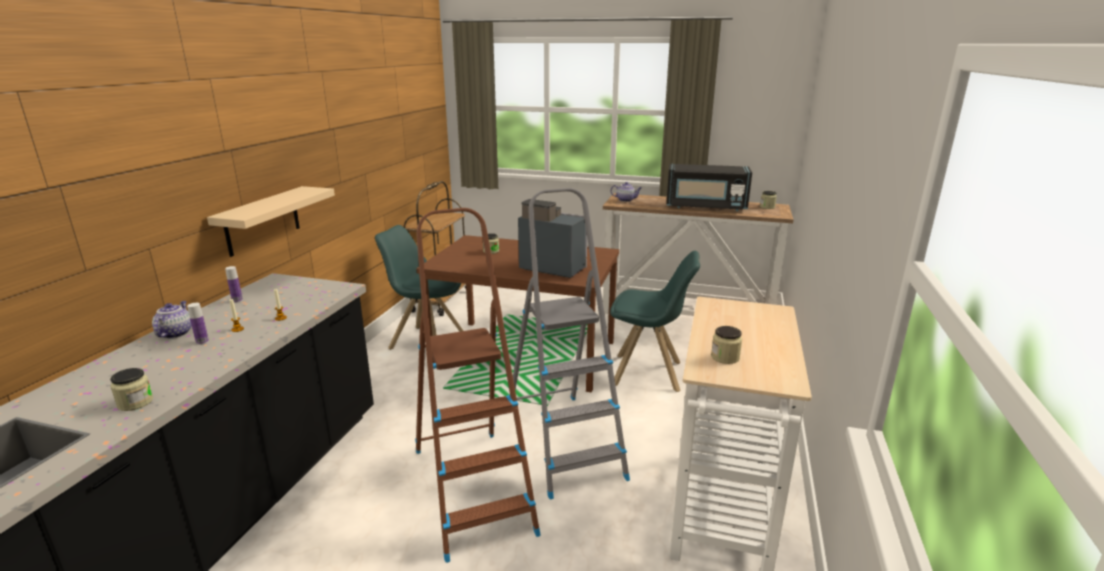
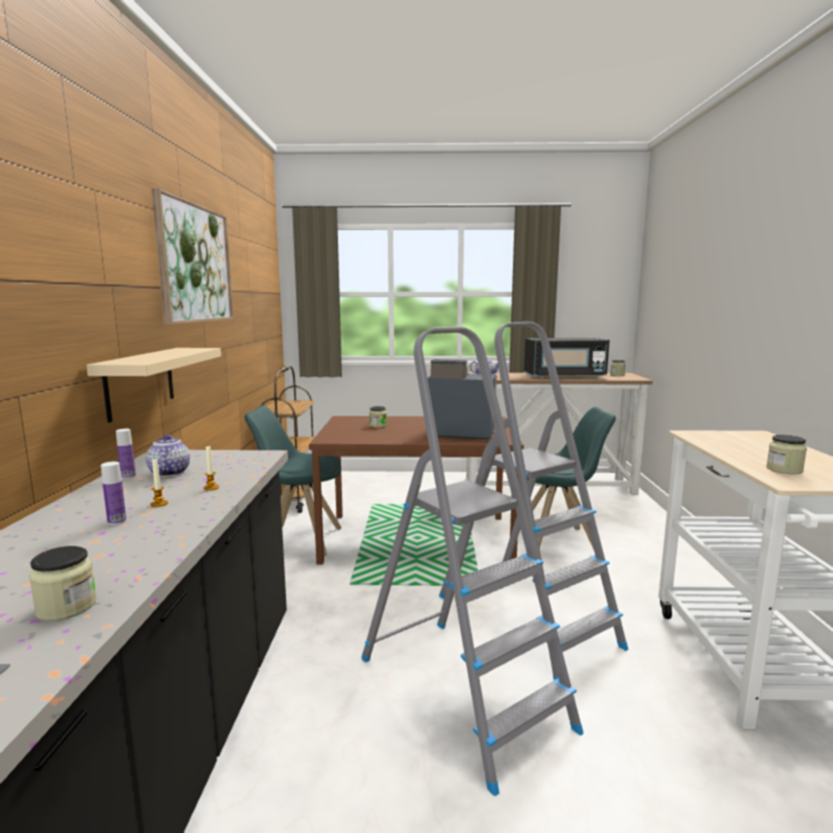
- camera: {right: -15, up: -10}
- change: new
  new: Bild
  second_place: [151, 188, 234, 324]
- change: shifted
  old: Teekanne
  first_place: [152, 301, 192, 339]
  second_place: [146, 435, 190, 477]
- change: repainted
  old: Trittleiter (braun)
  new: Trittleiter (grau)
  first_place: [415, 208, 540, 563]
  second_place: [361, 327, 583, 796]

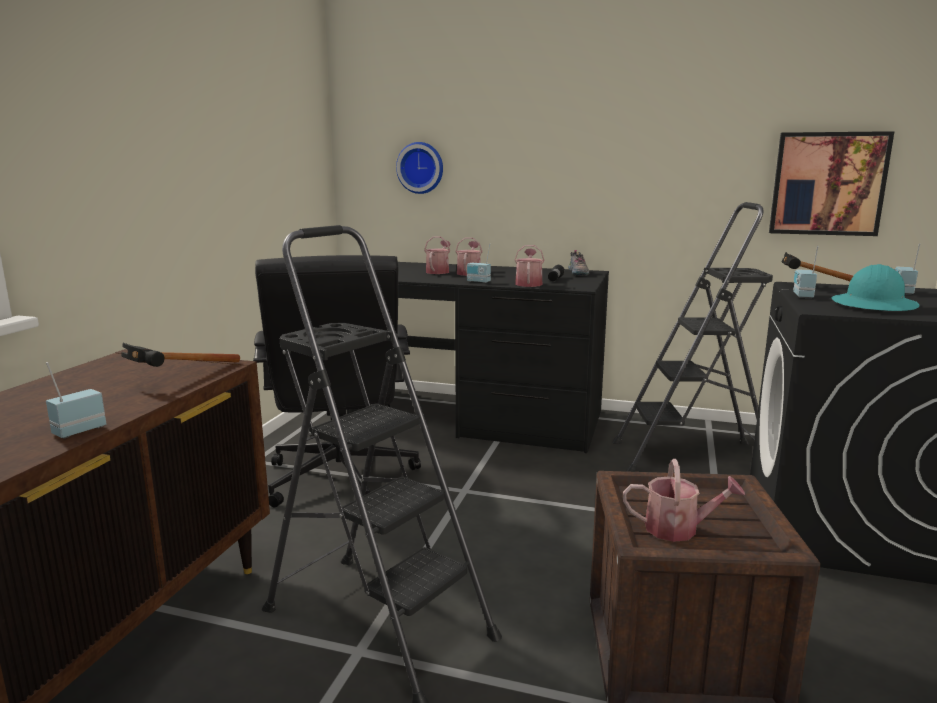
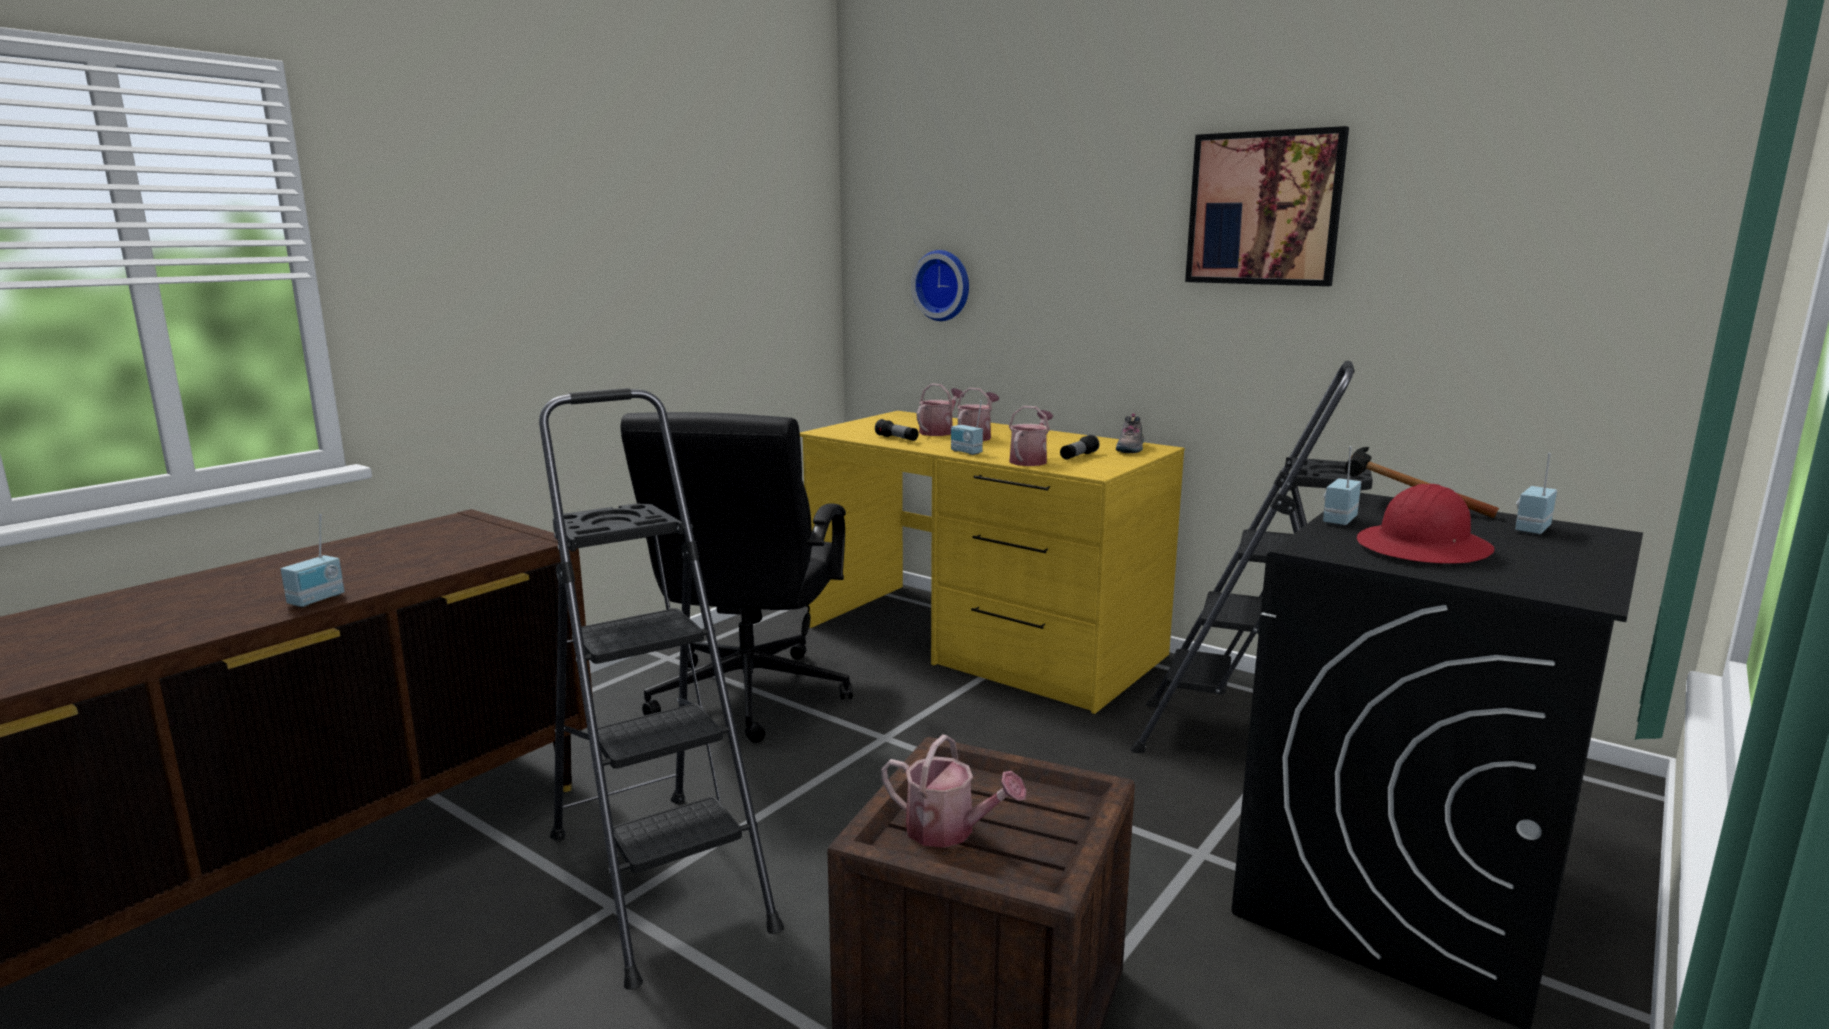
- camera: {right: 20, up: 0}
- change: gone
  old: Hammer
  first_place: [121, 343, 240, 367]
- change: new
  new: Taschenlampe
  second_place: [875, 419, 919, 441]
- change: shifted
  old: Bild
  first_place: [769, 131, 894, 236]
  second_place: [1185, 126, 1349, 286]
- change: repainted
  old: Schreibtisch (schwarz)
  new: Schreibtisch (gelb)
  first_place: [347, 262, 609, 453]
  second_place: [800, 411, 1185, 714]
- change: repainted
  old: Schutzhelm (türkis)
  new: Schutzhelm (rot)
  first_place: [831, 264, 919, 311]
  second_place: [1356, 484, 1495, 564]
- change: rotated
  old: Radio
  first_place: [46, 362, 106, 438]
  second_place: [281, 514, 345, 607]
  degrees: 150

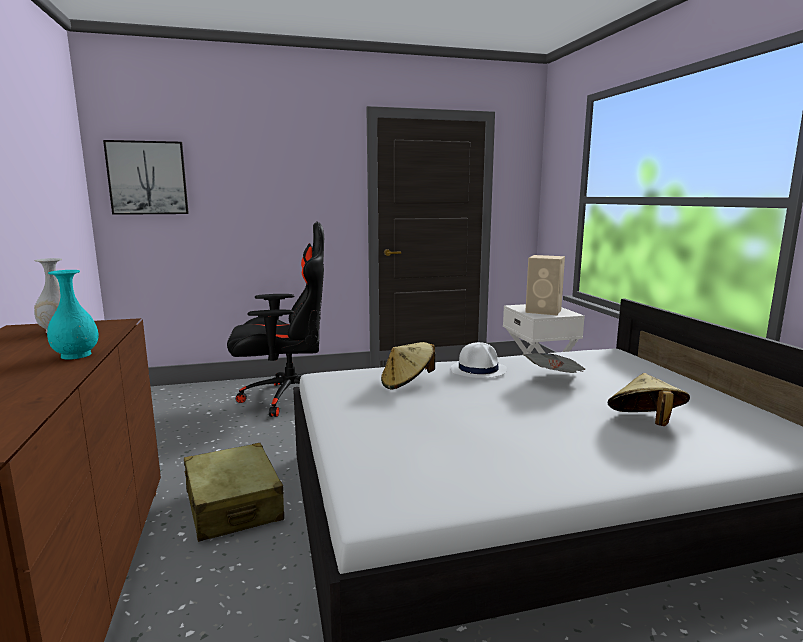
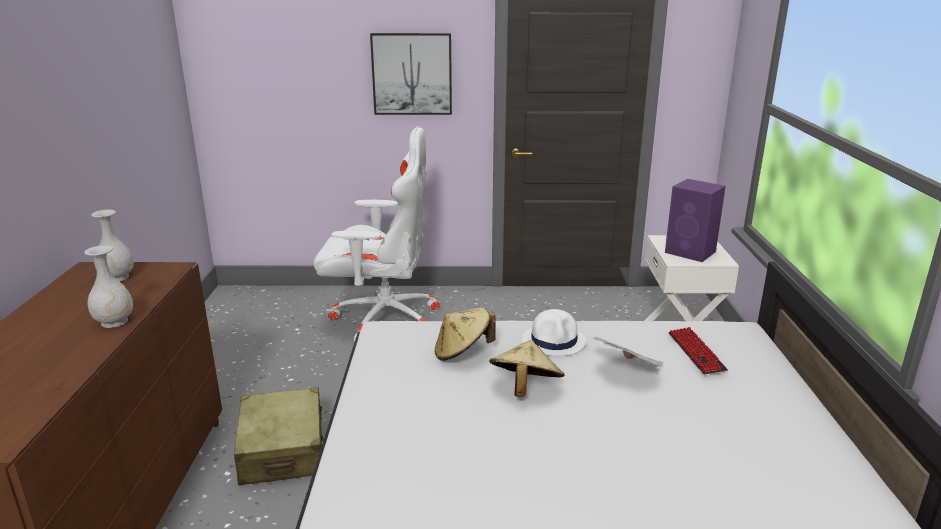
- camera: {right: 15, up: 10}
- change: new
  new: Tastatur
  second_place: [668, 327, 728, 374]
- change: shifted
  old: Bild
  first_place: [103, 140, 189, 215]
  second_place: [370, 33, 452, 115]
- change: shifted
  old: Hut (beige)
  first_place: [608, 373, 690, 426]
  second_place: [489, 340, 565, 397]
- change: repainted
  old: Vase (türkis)
  new: Vase (weiß)
  first_place: [47, 270, 99, 359]
  second_place: [84, 245, 133, 328]
- change: repainted
  old: Bürostuhl (schwarz)
  new: Bürostuhl (weiß)
  first_place: [227, 221, 324, 417]
  second_place: [314, 126, 440, 342]
- change: repainted
  old: Lautsprecher (beige)
  new: Lautsprecher (lila)
  first_place: [525, 255, 565, 315]
  second_place: [665, 179, 726, 262]

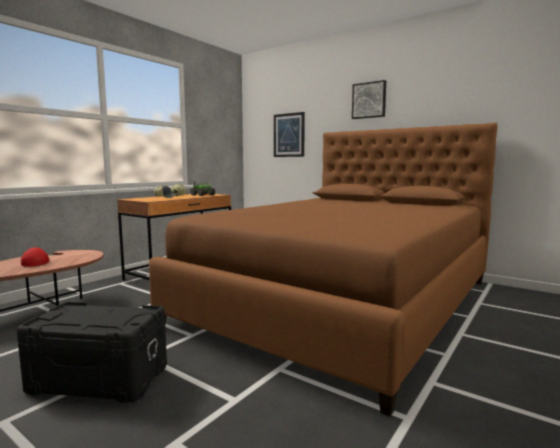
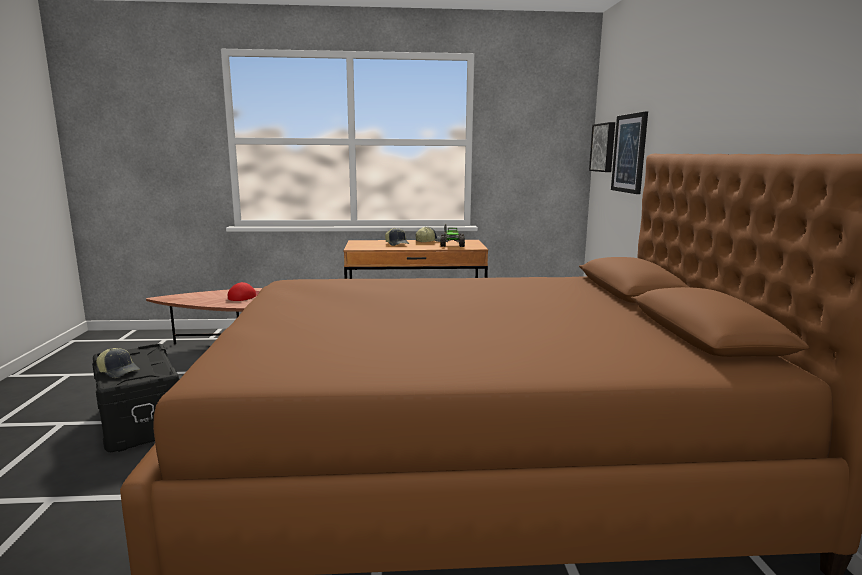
- camera: {right: 50, up: 5}
- change: new
  new: Kappe
  second_place: [96, 348, 140, 378]
- change: shifted
  old: Bild
  first_place: [352, 80, 386, 119]
  second_place: [589, 122, 615, 172]

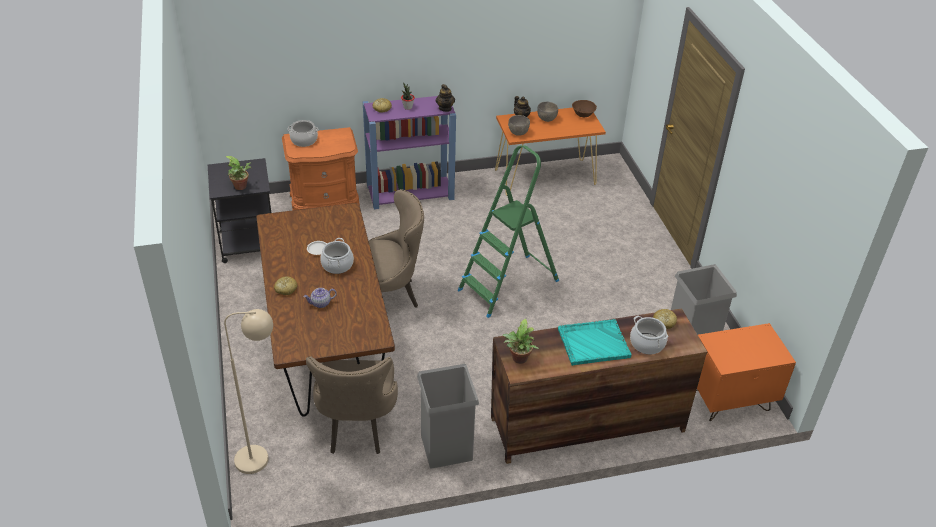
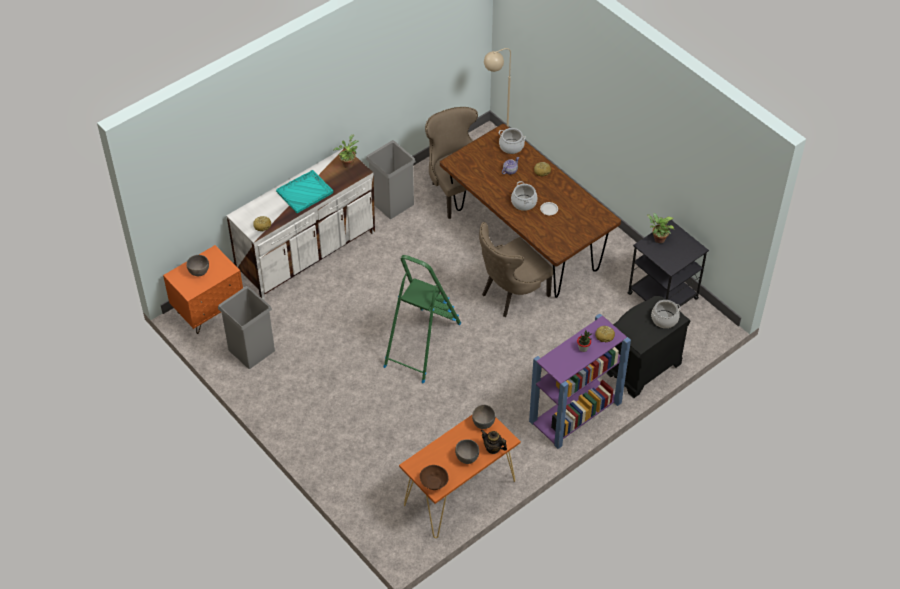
- camera: {right: 155, up: 10}
- change: gone
  old: Teekanne
  first_place: [436, 84, 455, 112]
- change: new
  new: Schüssel (grau)
  second_place: [186, 255, 209, 276]
- change: shifted
  old: Kochtopf
  first_place: [630, 316, 668, 354]
  second_place: [499, 128, 526, 154]
- change: repainted
  old: Nachttisch (orange)
  new: Nachttisch (schwarz)
  first_place: [282, 127, 360, 210]
  second_place: [607, 296, 691, 398]
- change: repainted
  old: Schrank (braun)
  new: Schrank (weiß)
  first_place: [491, 308, 707, 464]
  second_place: [226, 148, 375, 300]

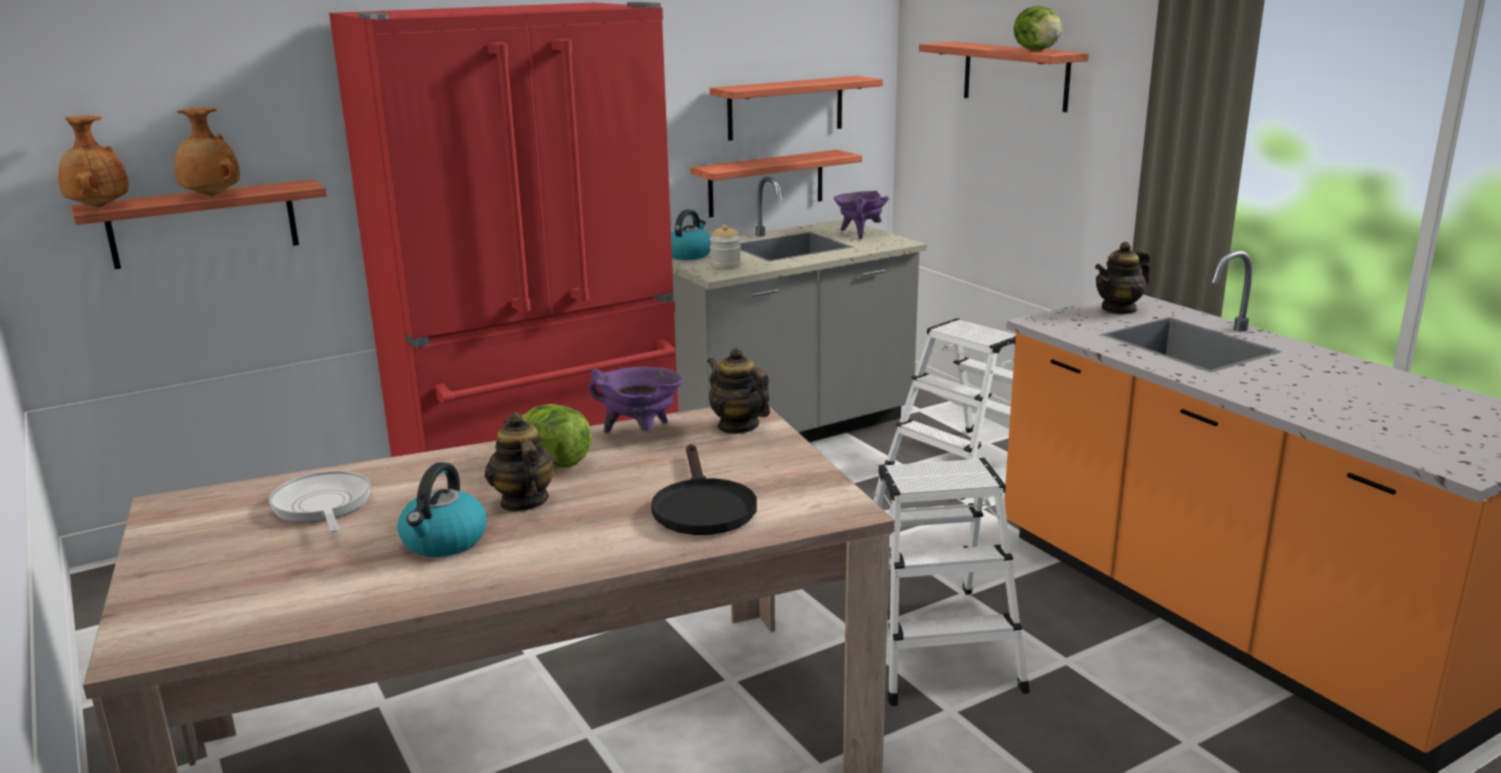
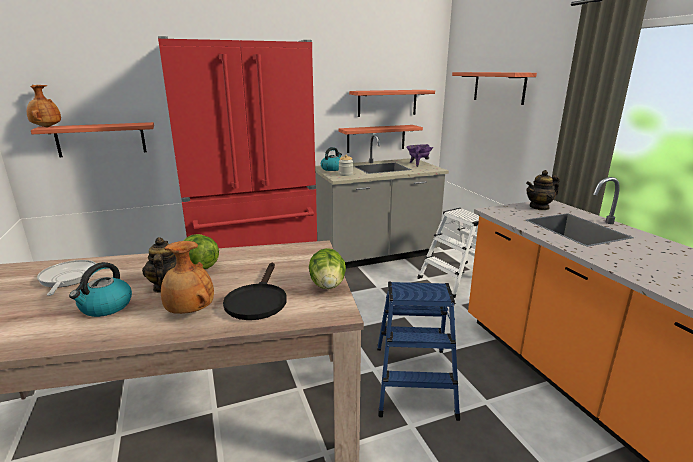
- camera: {right: 10, up: 0}
- change: gone
  old: Kochtopf (lila)
  first_place: [589, 366, 684, 433]
- change: gone
  old: Teekanne
  first_place: [707, 347, 770, 434]
- change: shifted
  old: Vase (braun)
  first_place: [174, 108, 240, 196]
  second_place: [161, 241, 214, 314]
- change: shifted
  old: Salatkopf
  first_place: [1014, 6, 1062, 50]
  second_place: [309, 248, 346, 289]
- change: repainted
  old: Trittleiter (weiß)
  new: Trittleiter (blau)
  first_place: [873, 458, 1030, 706]
  second_place: [377, 282, 460, 421]

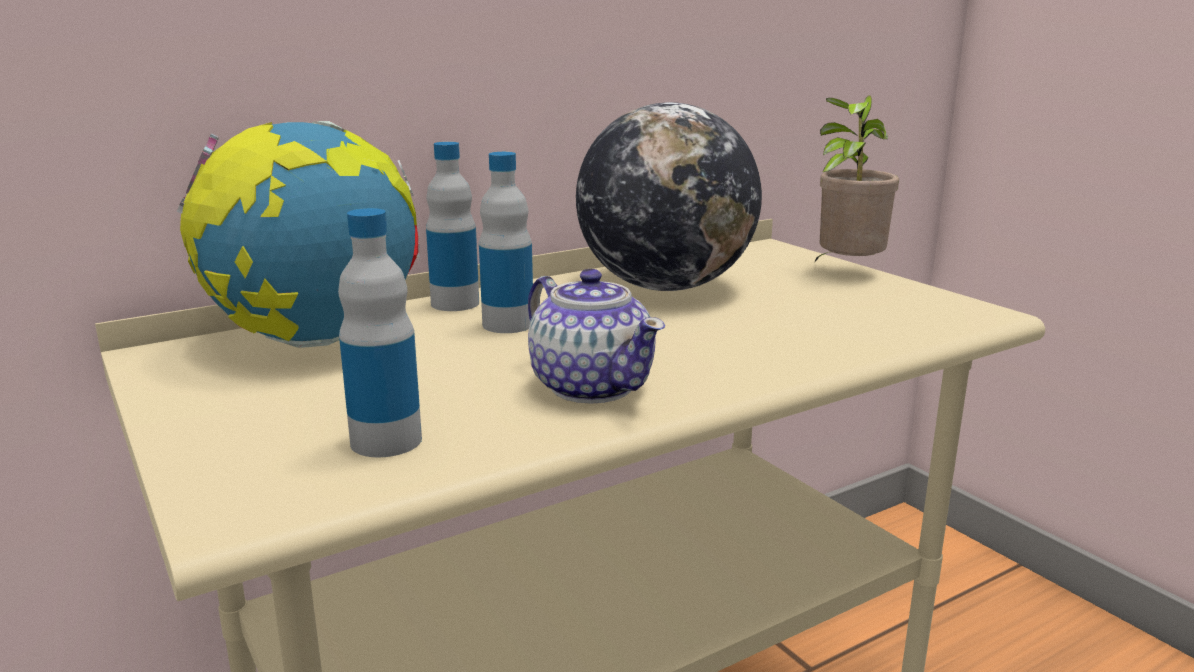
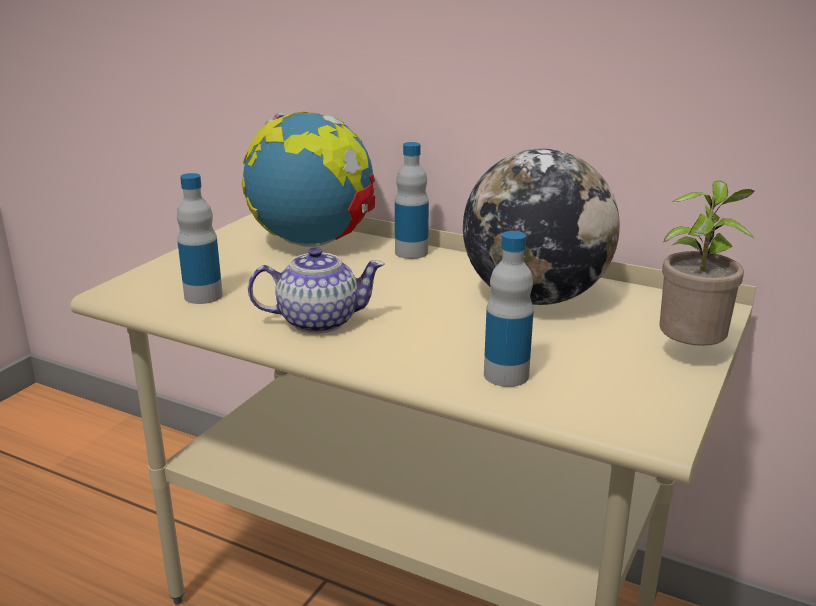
- camera: {right: 60, up: 5}
- change: shifted
  old: Flasche
  first_place: [479, 152, 533, 333]
  second_place: [484, 231, 534, 387]
- change: rotated
  old: Teekanne
  first_place: [528, 269, 665, 404]
  second_place: [248, 247, 385, 334]
  degrees: -120

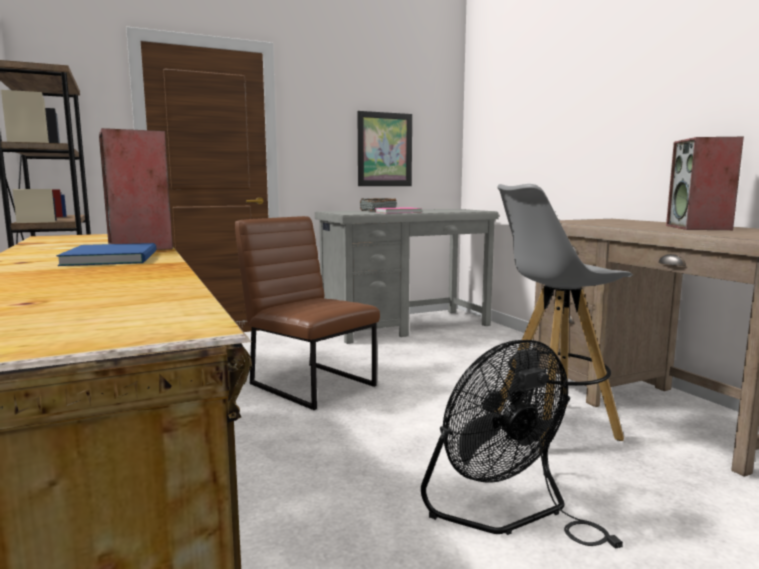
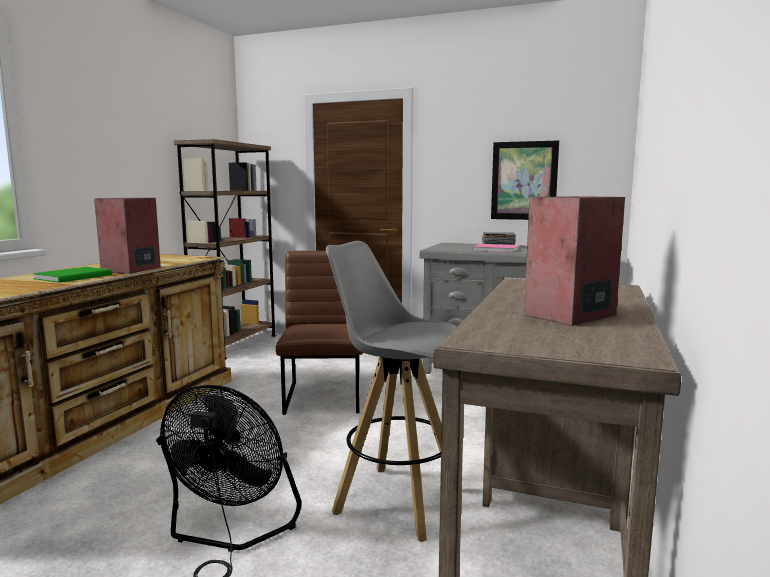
- camera: {right: 45, up: 0}
- change: repainted
  old: Buch (blau)
  new: Buch (grün)
  first_place: [57, 243, 157, 266]
  second_place: [33, 267, 112, 283]

